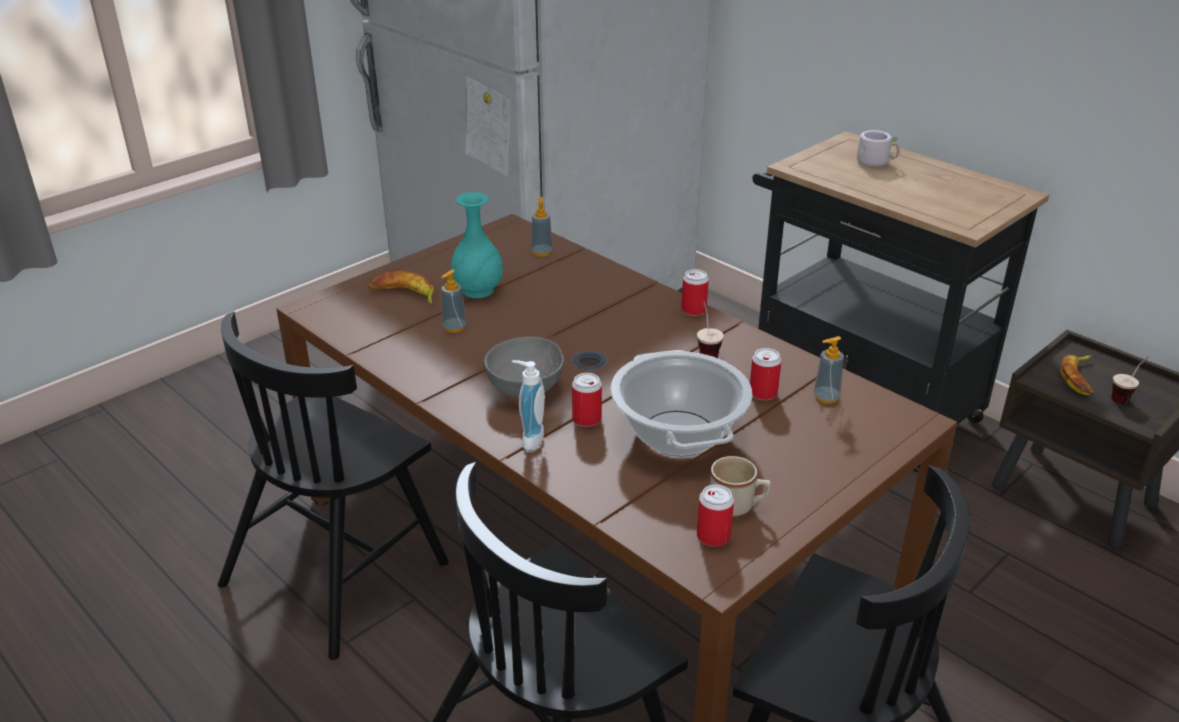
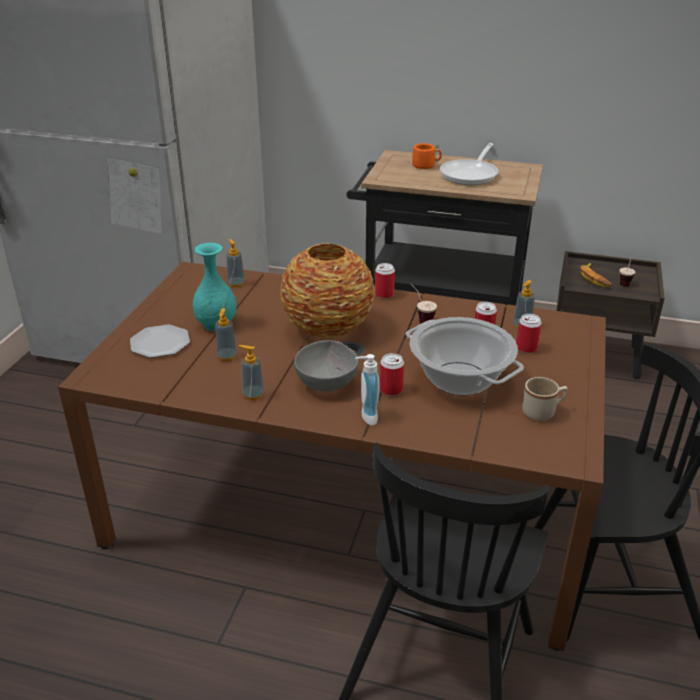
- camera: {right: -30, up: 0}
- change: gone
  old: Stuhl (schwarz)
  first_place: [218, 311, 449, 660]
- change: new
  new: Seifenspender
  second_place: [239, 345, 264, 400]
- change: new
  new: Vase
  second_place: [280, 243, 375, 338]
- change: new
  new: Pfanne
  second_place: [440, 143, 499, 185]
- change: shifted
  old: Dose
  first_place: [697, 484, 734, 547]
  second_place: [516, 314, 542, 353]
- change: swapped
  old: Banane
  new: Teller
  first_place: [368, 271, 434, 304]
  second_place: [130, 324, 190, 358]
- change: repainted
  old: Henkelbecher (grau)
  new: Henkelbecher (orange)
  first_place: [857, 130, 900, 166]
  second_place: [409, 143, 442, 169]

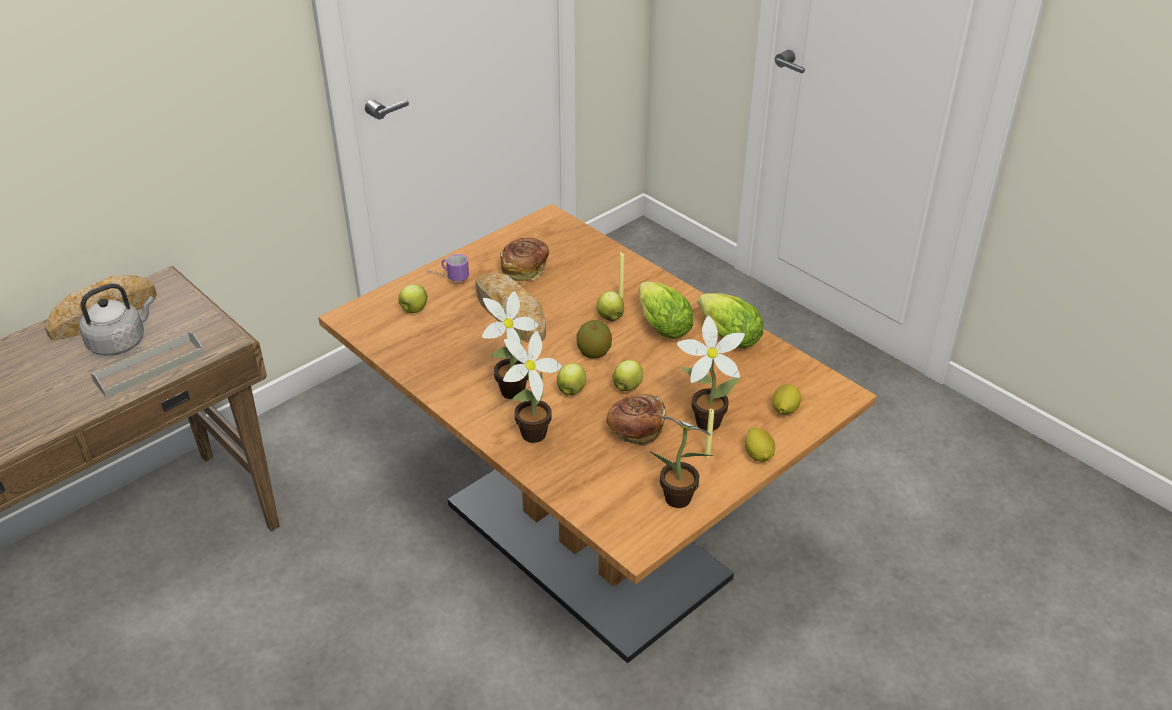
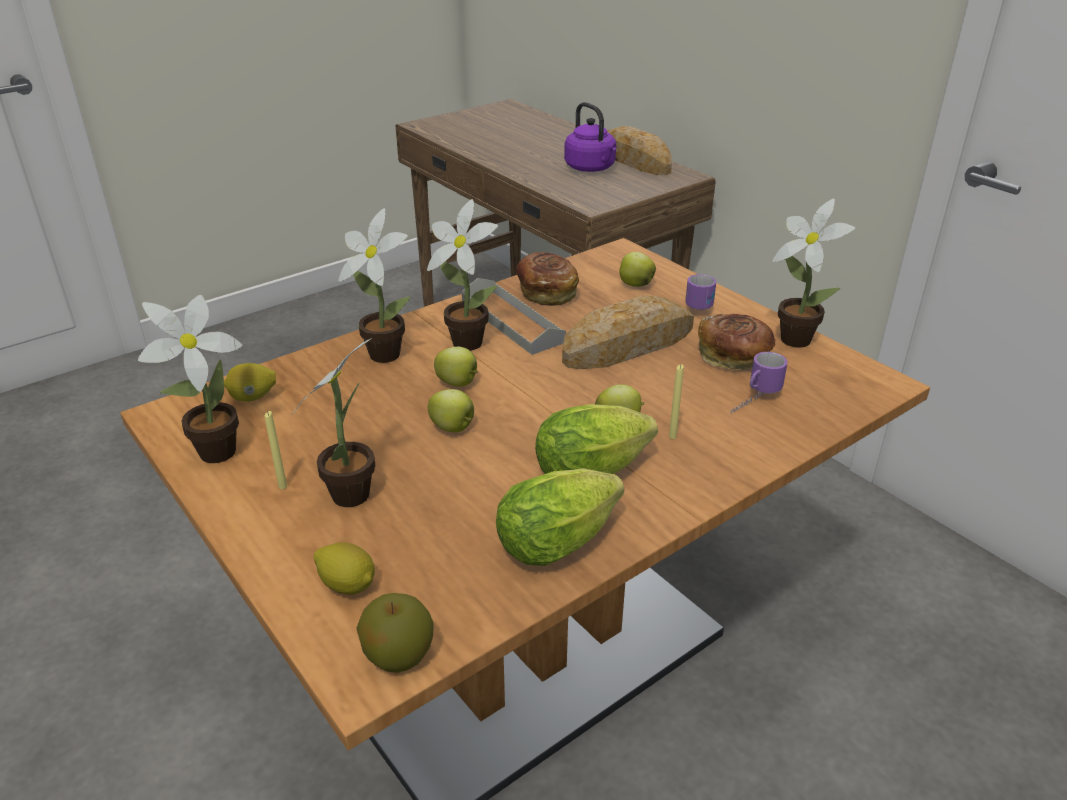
- camera: {right: 95, up: -5}
- change: new
  new: Henkelbecher
  second_place: [730, 352, 788, 414]
- change: new
  new: Topfpflanze
  second_place: [772, 199, 856, 348]
- change: shifted
  old: Tablett (grau)
  first_place: [90, 332, 204, 398]
  second_place: [462, 278, 566, 355]
- change: shifted
  old: Apfel
  first_place: [576, 320, 612, 359]
  second_place: [356, 593, 434, 673]
- change: shifted
  old: Brot
  first_place: [606, 394, 666, 446]
  second_place: [516, 252, 579, 306]
- change: shifted
  old: Zitrone
  first_place: [745, 427, 775, 462]
  second_place: [224, 363, 276, 402]
- change: repainted
  old: Wasserkessel (grau)
  new: Wasserkessel (lila)
  first_place: [79, 284, 154, 356]
  second_place: [564, 102, 617, 172]

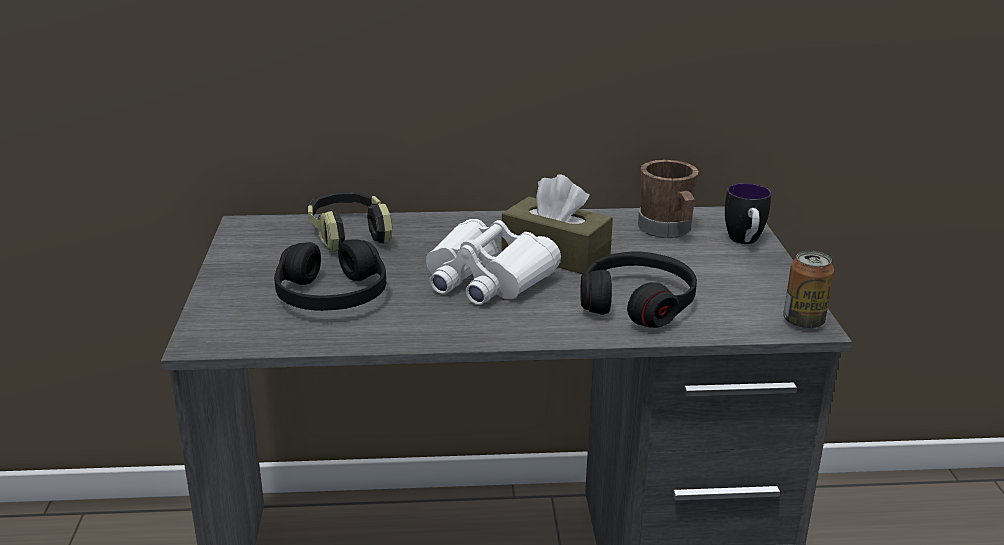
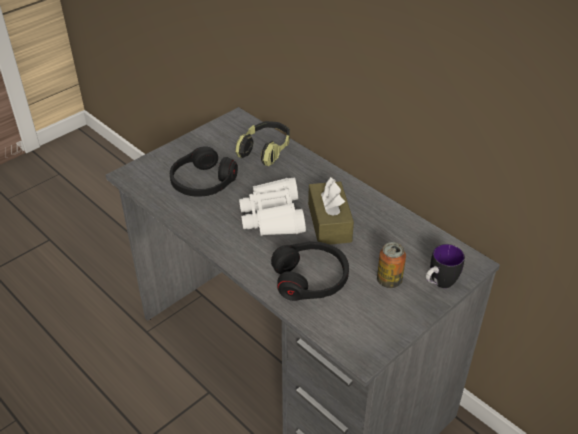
- camera: {right: 50, up: 15}
- change: gone
  old: Henkelbecher (braun)
  first_place: [638, 160, 698, 238]
- change: shifted
  old: Dose
  first_place: [783, 251, 834, 329]
  second_place: [377, 242, 406, 288]

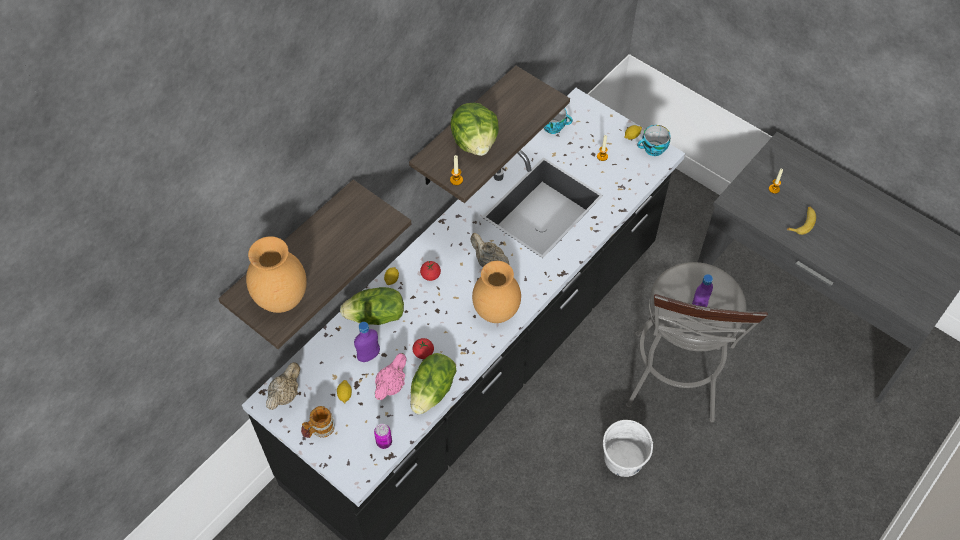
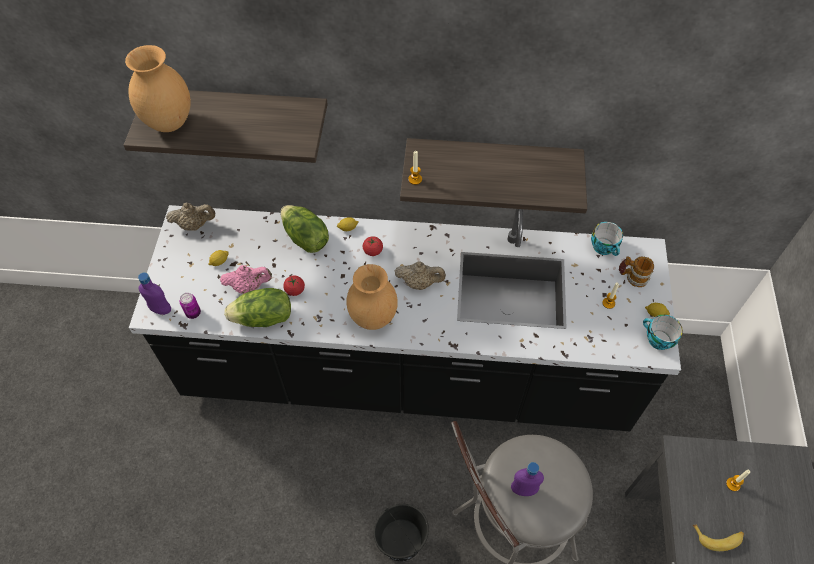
- camera: {right: 55, up: 0}
- change: gone
  old: Salatkopf
  first_place: [450, 103, 499, 156]
- change: shifted
  old: Henkelbecher
  first_place: [301, 406, 335, 438]
  second_place: [619, 256, 654, 287]
- change: shifted
  old: Flasche (lila)
  first_place: [354, 322, 380, 362]
  second_place: [138, 272, 171, 315]
- change: repainted
  old: Eimer (weiß)
  new: Eimer (schwarz)
  first_place: [603, 420, 653, 477]
  second_place: [373, 504, 429, 561]
- change: rotated
  old: Teekanne (beige)
  first_place: [470, 233, 509, 267]
  second_place: [394, 261, 446, 290]
  degrees: 90

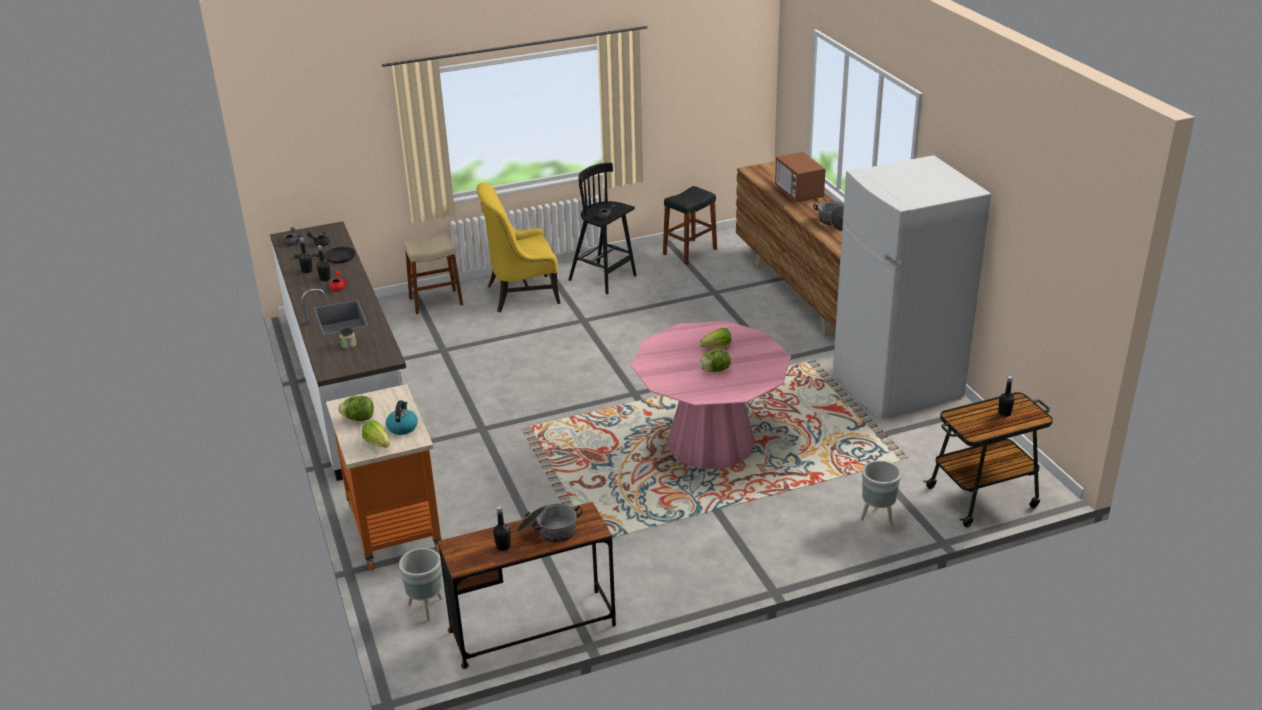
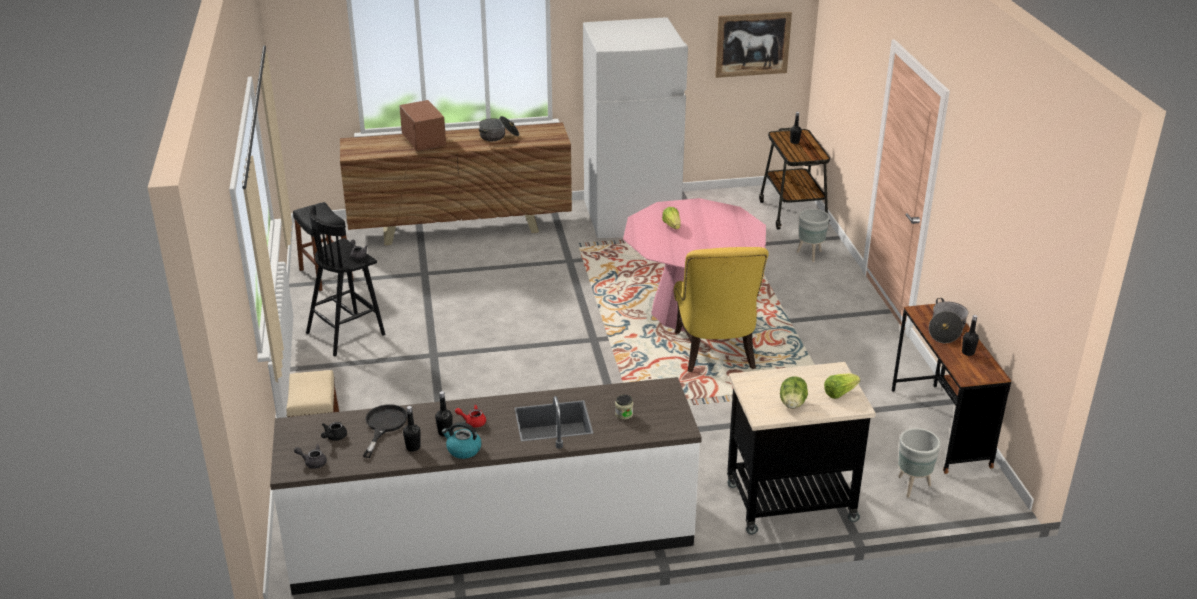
- camera: {right: -80, up: 0}
- change: gone
  old: Salatkopf
  first_place: [699, 348, 731, 372]
- change: new
  new: Bild
  second_place: [715, 12, 792, 78]
- change: shifted
  old: Wasserkessel
  first_place: [386, 401, 418, 435]
  second_place: [441, 422, 482, 459]
- change: shifted
  old: Stuhl (gelb)
  first_place: [477, 183, 561, 313]
  second_place: [674, 247, 769, 372]
- change: repainted
  old: Rollwagen (orange)
  new: Rollwagen (schwarz)
  first_place: [326, 384, 442, 571]
  second_place: [727, 362, 876, 535]
- change: rotated
  old: Mikrowelle
  first_place: [775, 152, 826, 202]
  second_place: [399, 100, 446, 151]
  degrees: -105

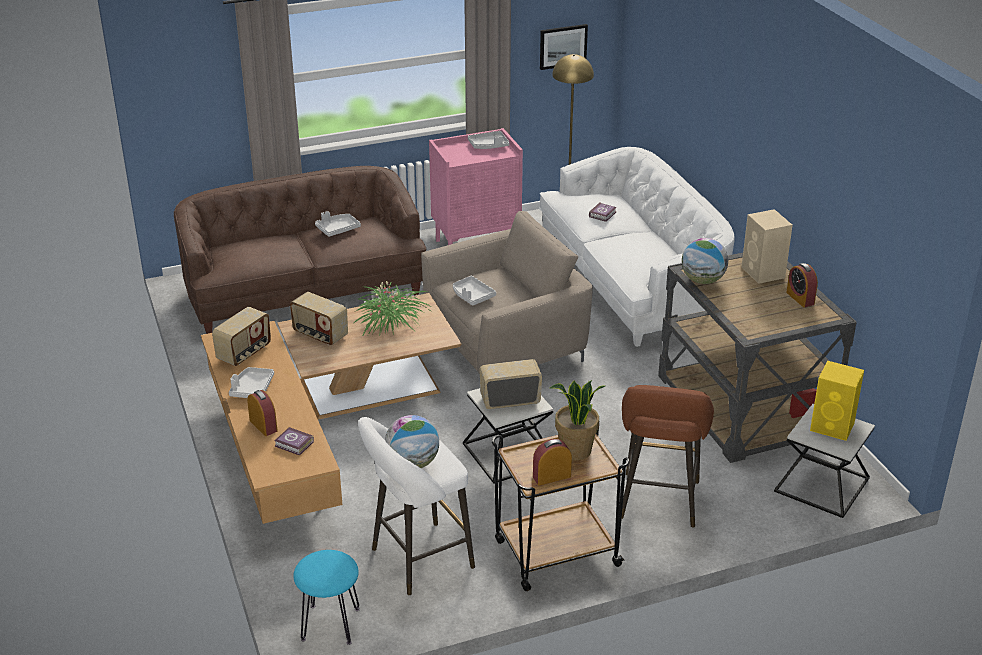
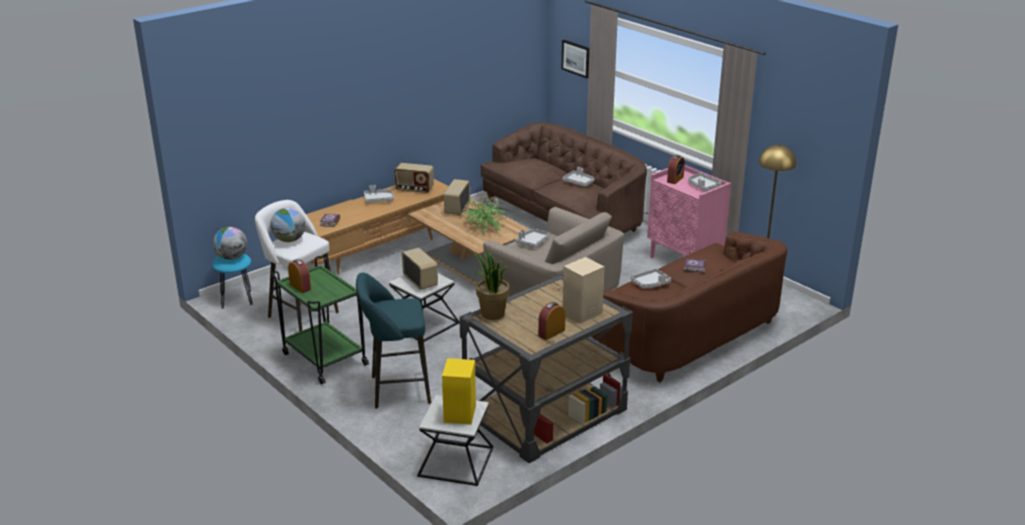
- camera: {right: 70, up: -5}
- change: new
  new: Tablett (grau)
  second_place: [630, 268, 671, 288]
- change: shifted
  old: Wecker
  first_place: [247, 390, 278, 436]
  second_place: [667, 155, 685, 184]
- change: shifted
  old: Bild
  first_place: [540, 24, 588, 70]
  second_place: [562, 40, 589, 78]
- change: shifted
  old: Topfpflanze
  first_place: [550, 380, 605, 460]
  second_place: [474, 252, 509, 320]
- change: shifted
  old: Globus
  first_place: [682, 238, 728, 284]
  second_place: [213, 227, 247, 260]
- change: repainted
  old: Rollwagen (braun)
  new: Rollwagen (grün)
  first_place: [492, 429, 629, 591]
  second_place: [272, 256, 369, 384]
- change: repainted
  old: Sofa (weiß)
  new: Sofa (braun)
  first_place: [539, 147, 735, 347]
  second_place: [592, 231, 787, 383]
- change: repainted
  old: Hocker (braun)
  new: Hocker (türkis)
  first_place: [622, 385, 714, 527]
  second_place: [356, 273, 431, 409]

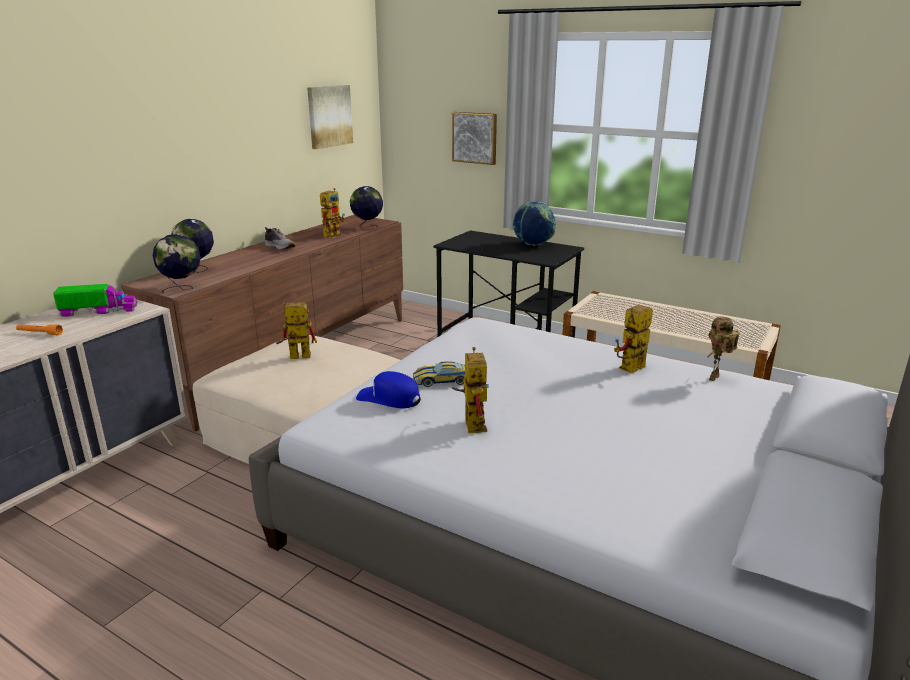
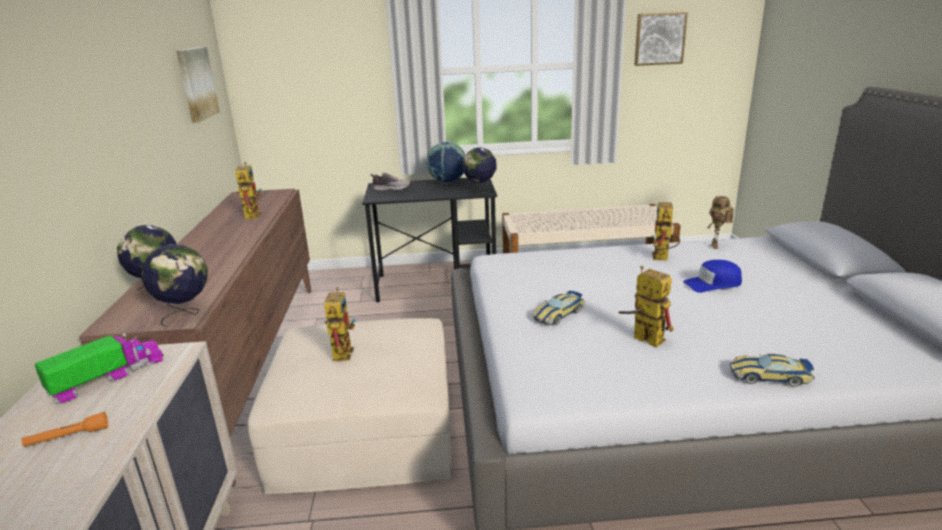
- camera: {right: -35, up: 0}
- change: new
  new: Spielzeugauto
  second_place: [730, 354, 815, 387]
- change: shifted
  old: Schuh
  first_place: [265, 227, 295, 250]
  second_place: [370, 173, 411, 191]
- change: shifted
  old: Globus
  first_place: [350, 186, 383, 230]
  second_place: [462, 147, 497, 194]
- change: shifted
  old: Kappe (blau)
  first_place: [356, 371, 421, 408]
  second_place: [683, 260, 742, 293]
- change: shifted
  old: Bild
  first_place: [452, 112, 497, 165]
  second_place: [634, 12, 688, 66]
- change: rotated
  old: Spielzeugroboter
  first_place: [276, 302, 317, 359]
  second_place: [324, 287, 356, 361]
  degrees: 135

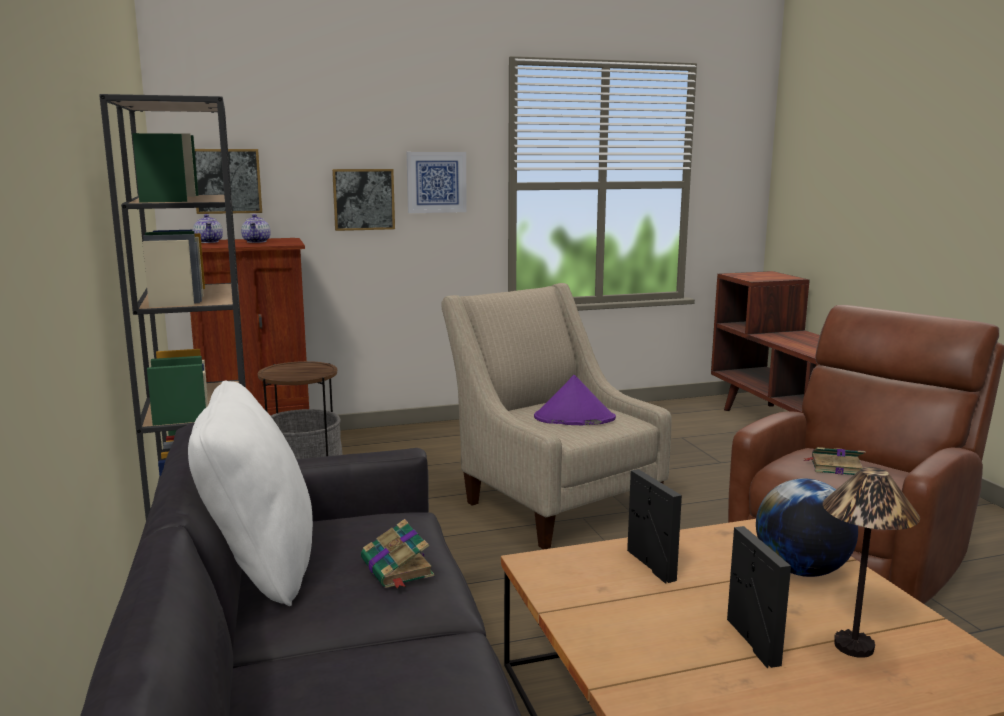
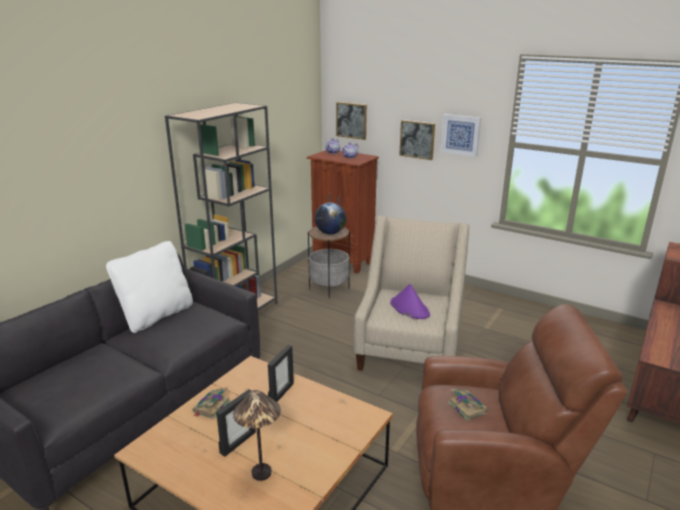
- camera: {right: 50, up: 10}
- change: shifted
  old: Buch
  first_place: [361, 519, 434, 589]
  second_place: [193, 387, 231, 419]
- change: shifted
  old: Globus
  first_place: [756, 478, 858, 577]
  second_place: [315, 203, 346, 234]

